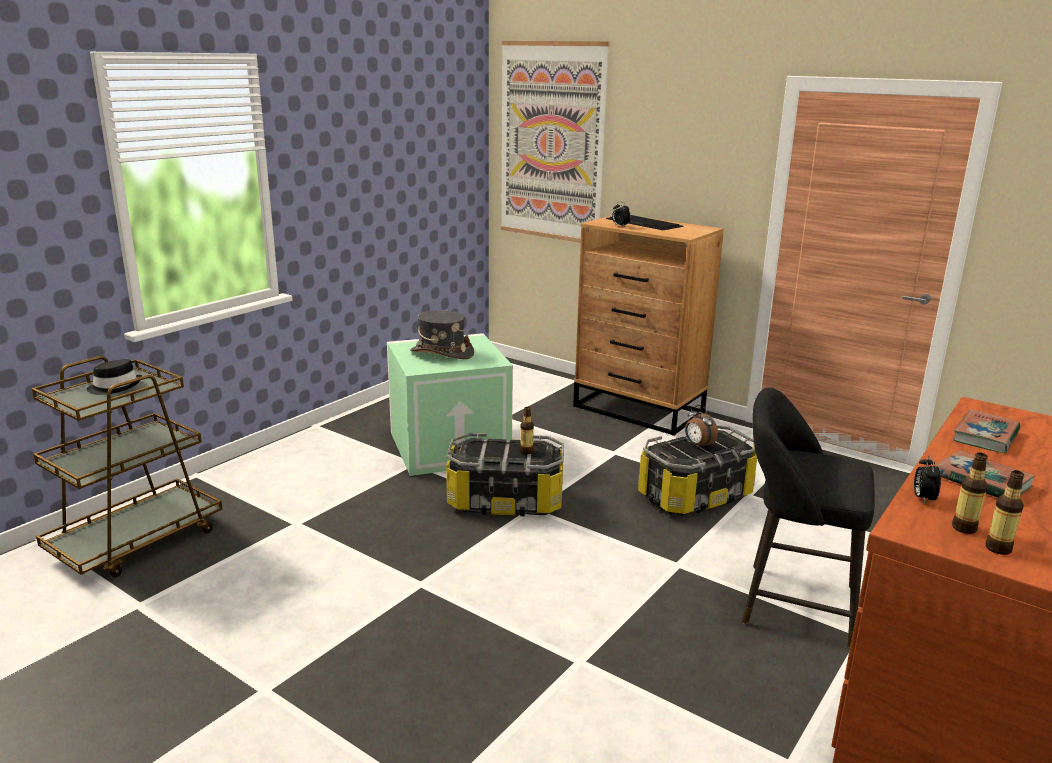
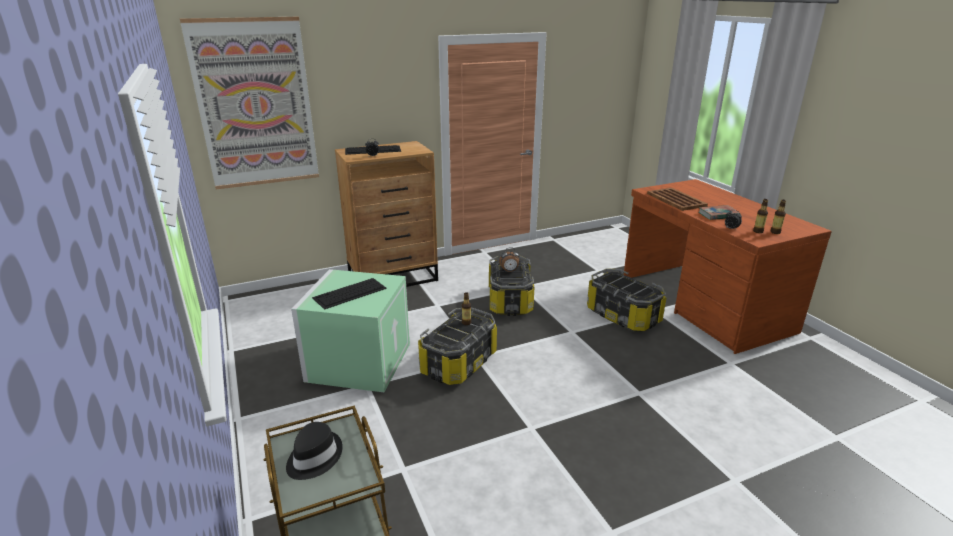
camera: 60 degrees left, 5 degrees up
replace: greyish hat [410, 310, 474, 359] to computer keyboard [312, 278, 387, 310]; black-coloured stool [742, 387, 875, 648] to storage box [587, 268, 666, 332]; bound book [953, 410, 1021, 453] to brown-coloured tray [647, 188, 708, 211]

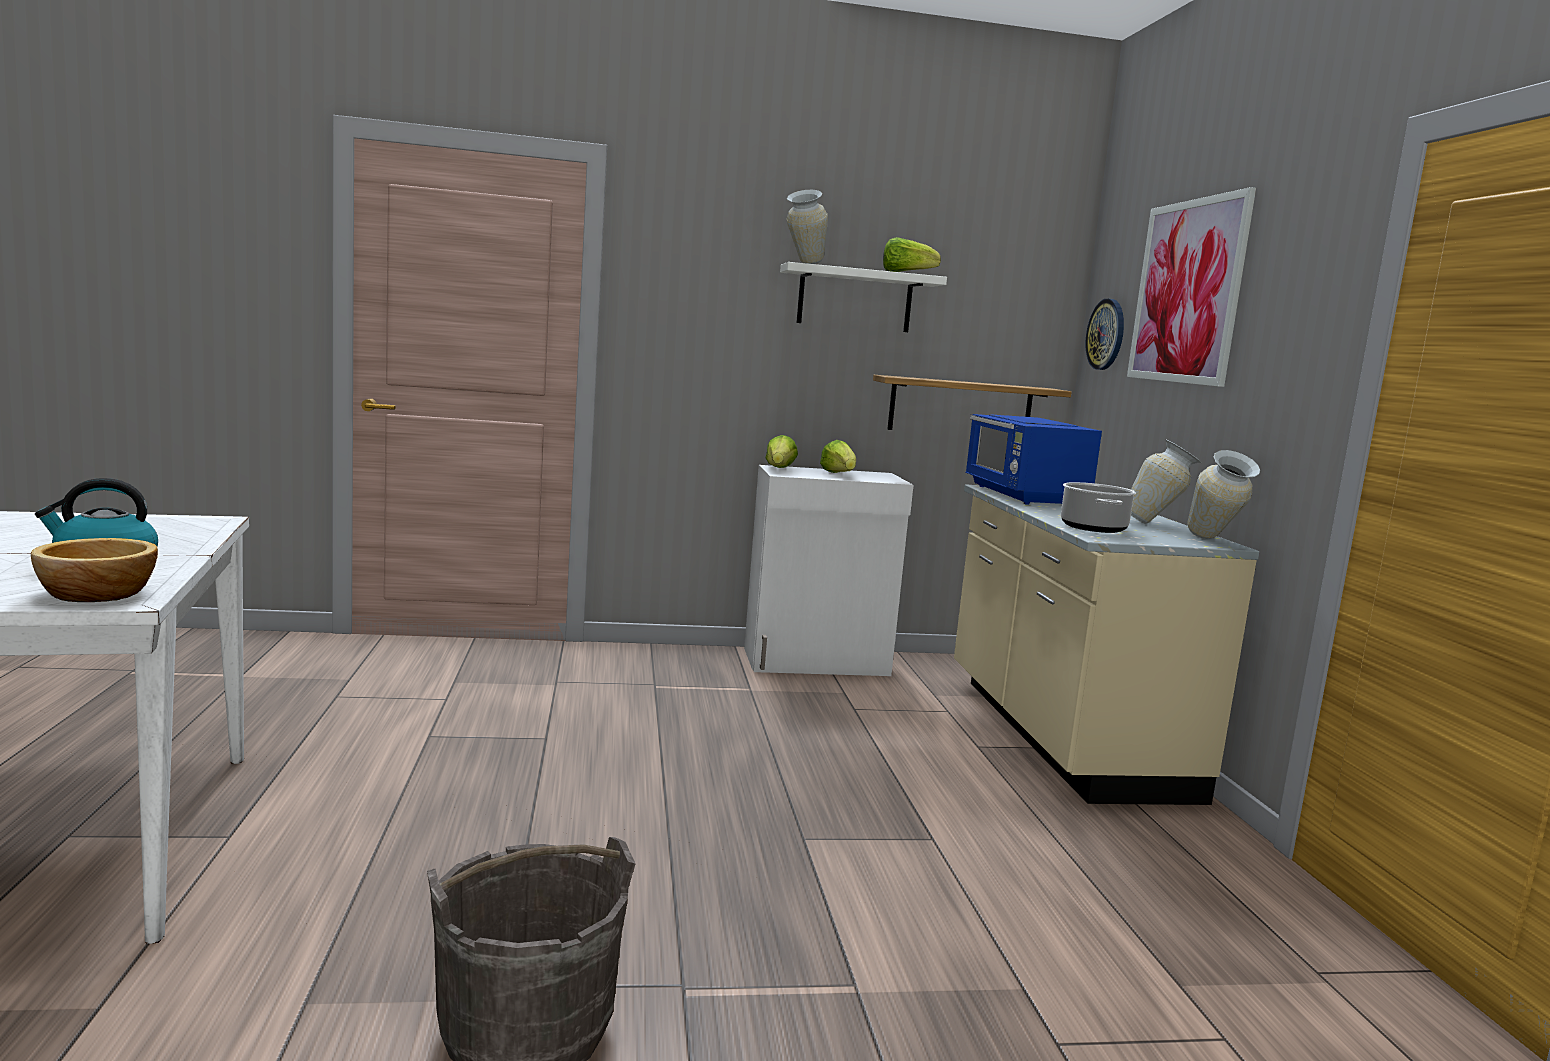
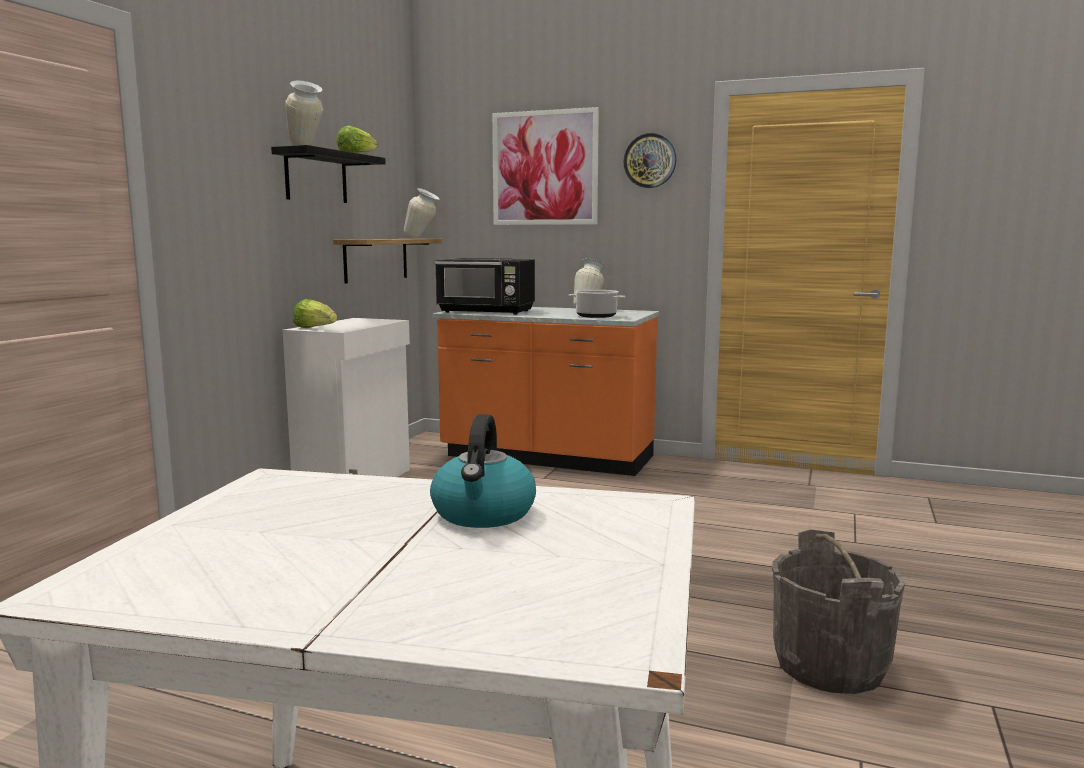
camera: 60 degrees left, 0 degrees up
delete: serving bowl [31, 538, 158, 602]; lettuce [820, 440, 856, 473]
move: clock on the wall [1086, 299, 1124, 370] to [623, 133, 676, 188]; flower vase [1187, 450, 1260, 539] to [404, 188, 440, 238]
recolor: whitish shelf [780, 262, 947, 332] to black-coloured shelf [271, 145, 386, 203]; sand-coloured kitchen counter [954, 484, 1259, 805] to orange kitchen counter [433, 307, 659, 476]; blue-coloured kitchen microwave [965, 414, 1102, 505] to black-coloured kitchen microwave [435, 258, 535, 315]

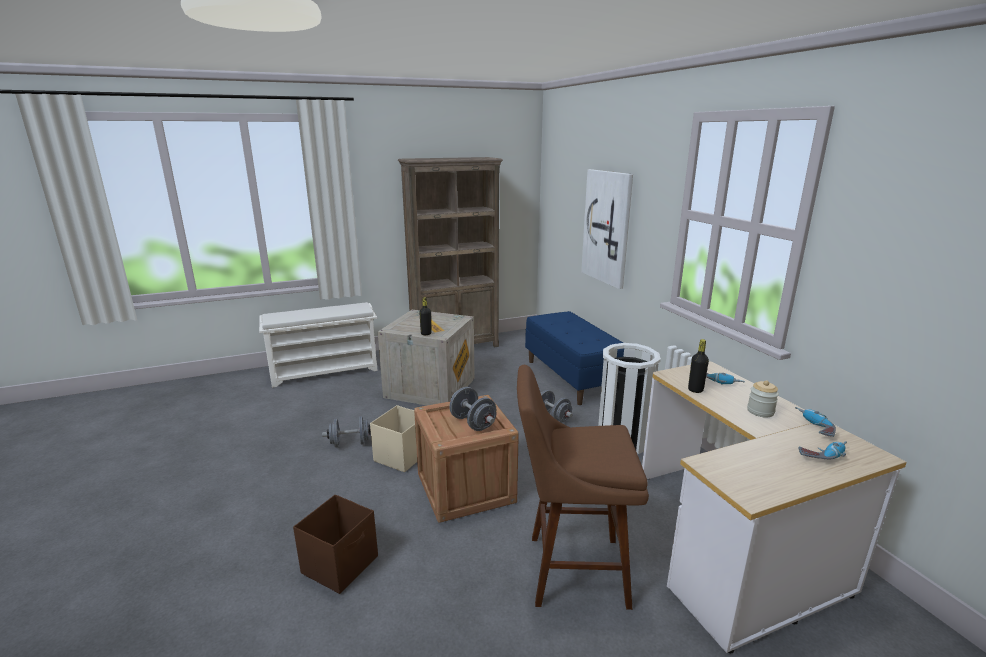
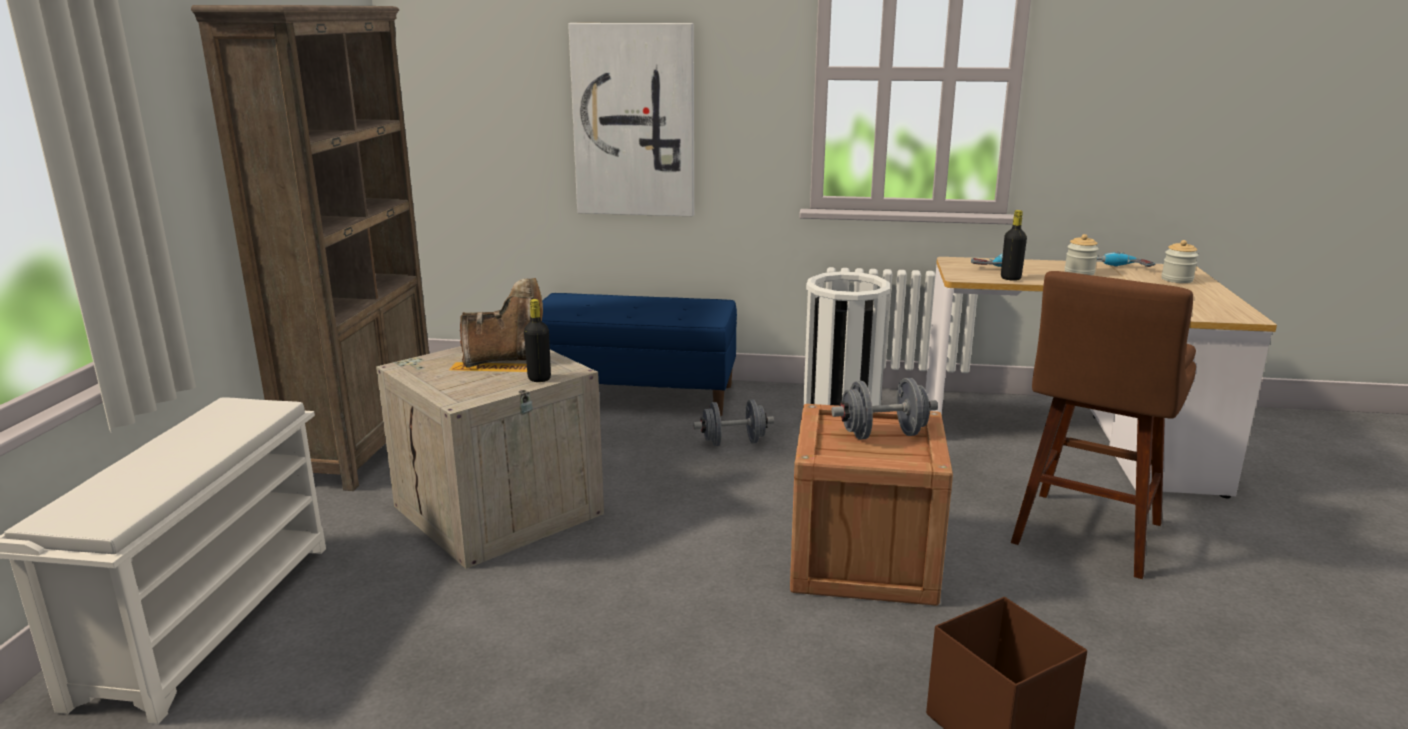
camera: 60 degrees left, 0 degrees up
delete: greyish dumbbell [322, 416, 371, 447]; sand-coloured storage box [370, 405, 417, 472]
insert: brown-coloured high-top boot [460, 278, 543, 367]
replace: electric drill [799, 441, 847, 459] to storage jar [1161, 240, 1199, 283]

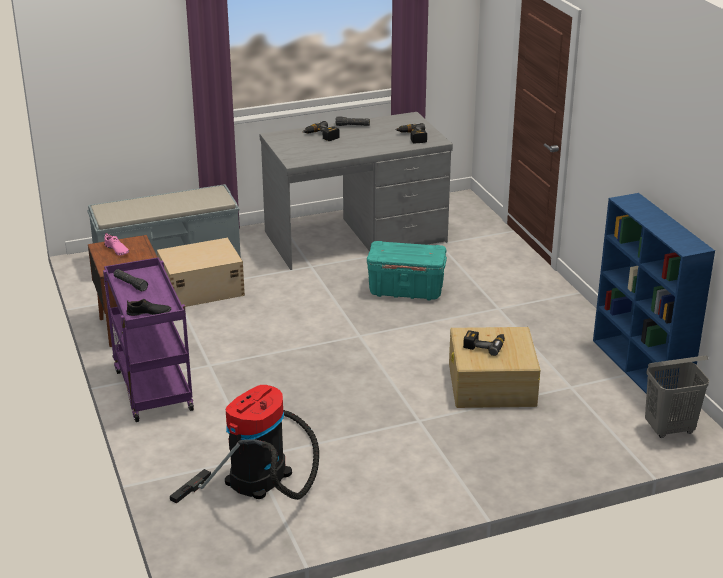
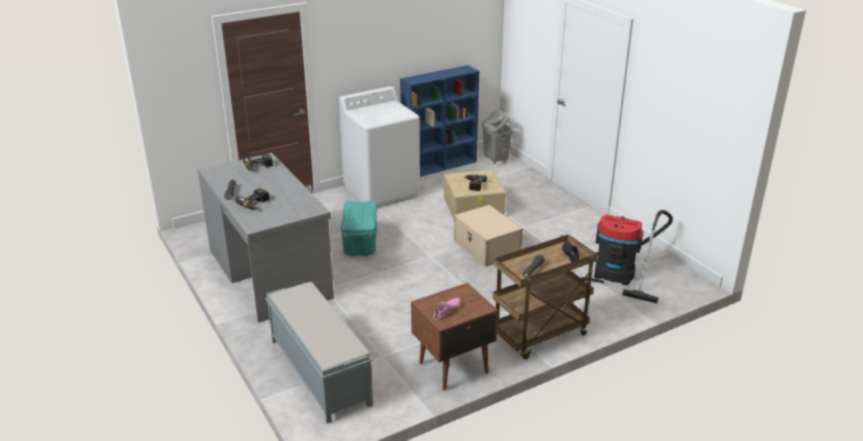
camera: 100 degrees left, 0 degrees up
insert: whitish washing machine [339, 86, 420, 208]
move: sand-coloured storage box [157, 238, 245, 307] to [454, 205, 523, 267]
recolor: purple cart [103, 257, 194, 422] to brown-coloured cart [493, 234, 597, 359]

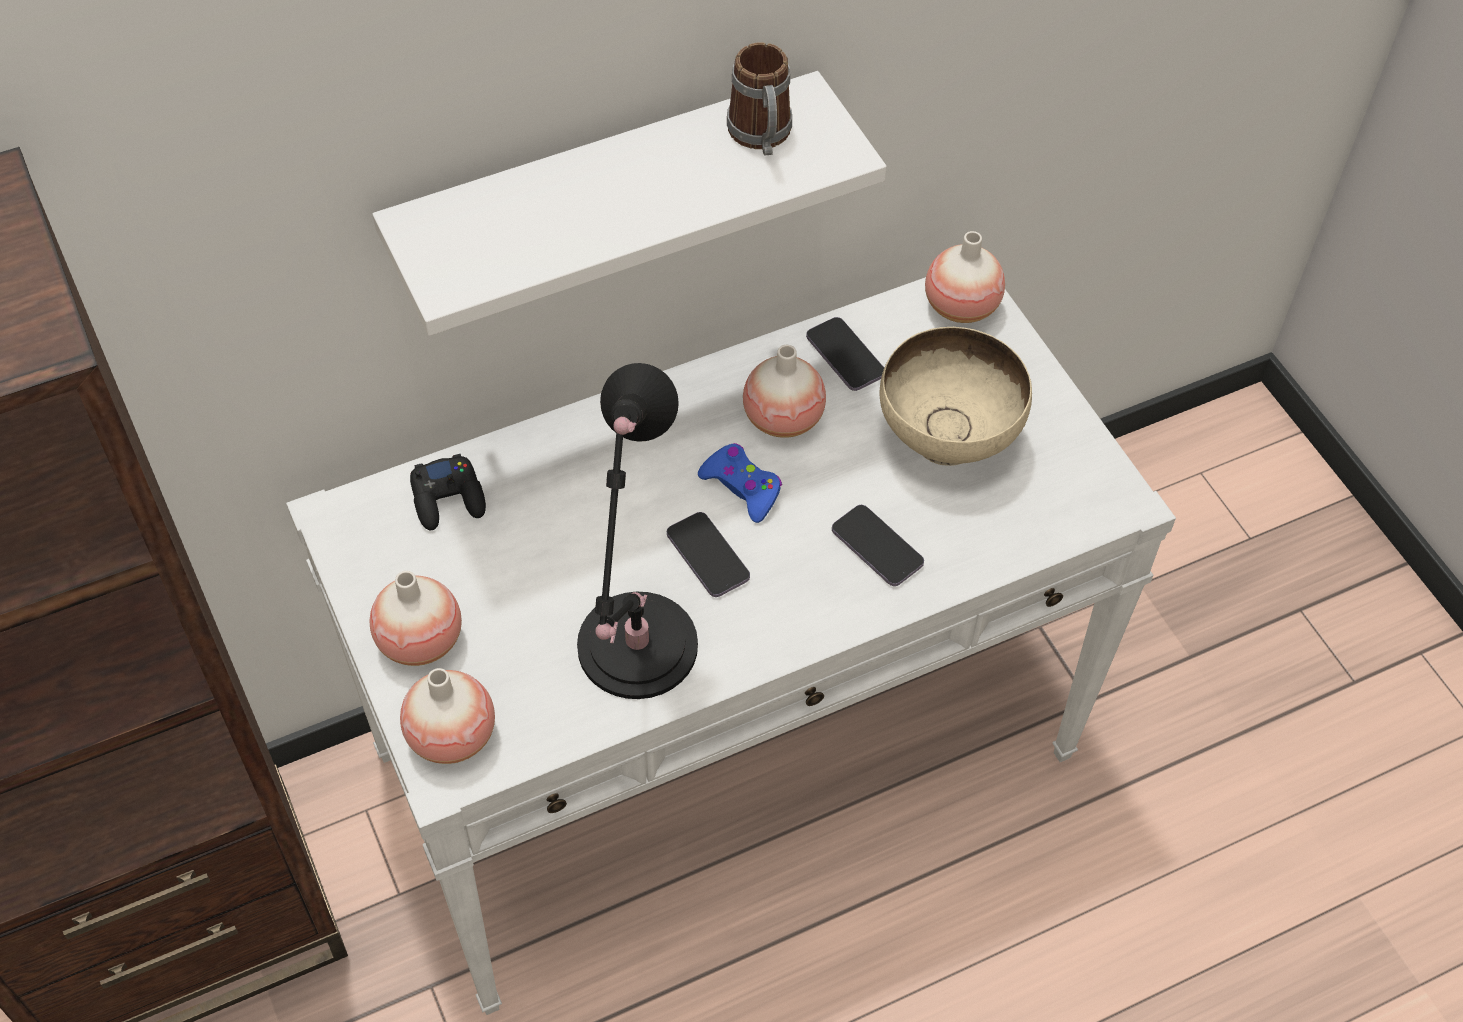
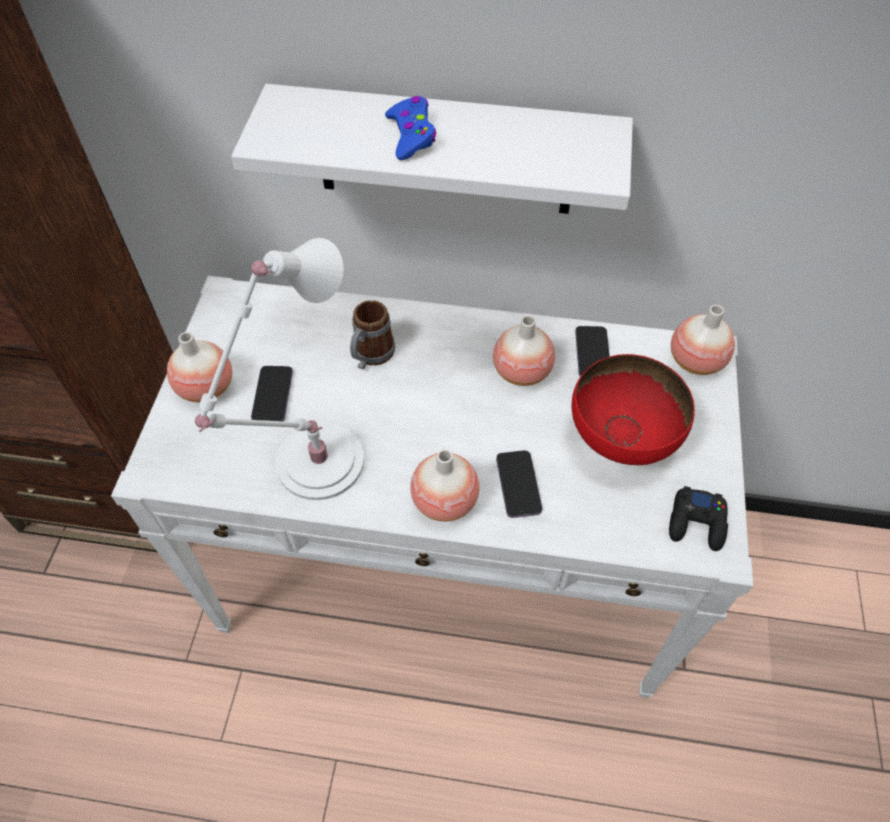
camera: 35 degrees right, 0 degrees up
move: flower vase [400, 668, 495, 764] to [410, 449, 480, 522]; black-coloured gamepad [410, 454, 486, 530] to [669, 486, 728, 551]; telephone [667, 512, 750, 597] to [251, 366, 293, 422]; blue-coloured gamepad [698, 443, 782, 523] to [385, 96, 436, 160]; mug [727, 42, 792, 156] to [350, 300, 395, 369]
recolor: black-coloured tabletop lamp [577, 363, 698, 699] to whitish tabletop lamp [195, 238, 364, 500]; sand-coloured serving bowl [880, 327, 1032, 466] to red-coloured serving bowl [571, 354, 695, 465]

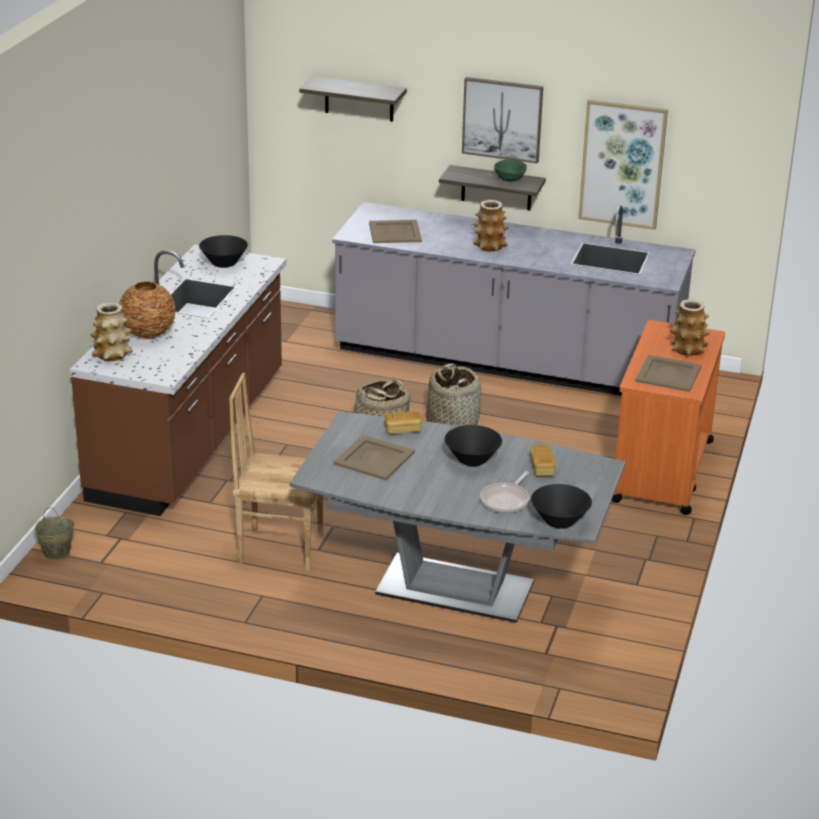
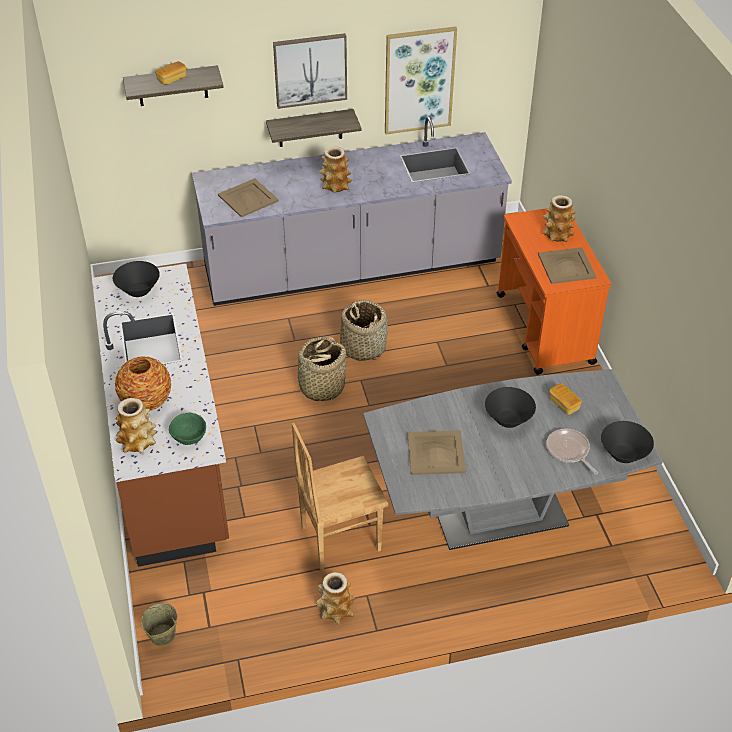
camera: 30 degrees left, 15 degrees up
insert: flower vase [316, 572, 355, 624]
move: bakery bread [384, 411, 422, 434] to [156, 61, 186, 85]; green serving bowl [494, 159, 527, 182] to [169, 413, 206, 445]
rotate: frying pan [480, 471, 529, 513] = [546, 429, 598, 475] 150 degrees clockwise

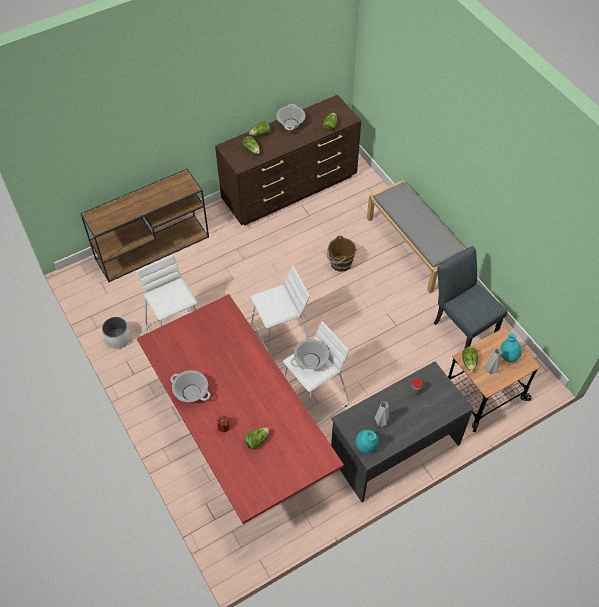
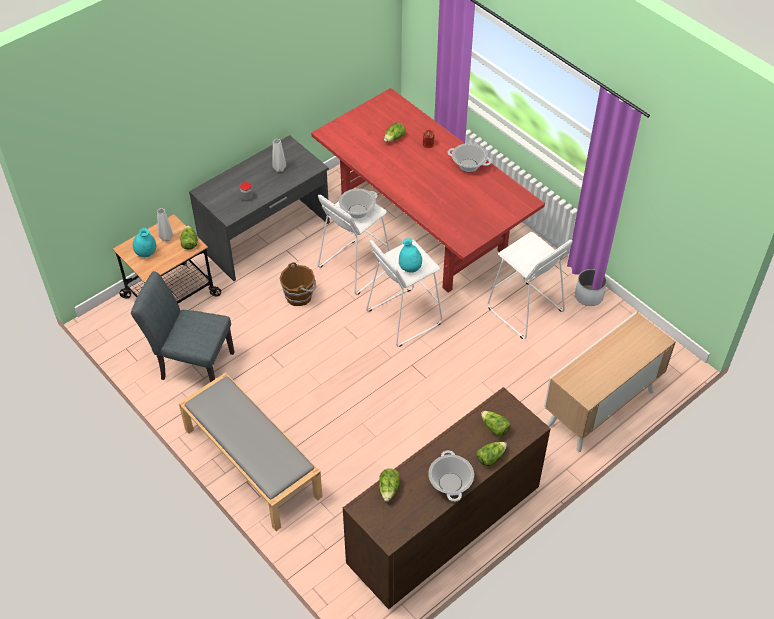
camera: 170 degrees right, 5 degrees down
move: brown-coloured bucket [327, 235, 357, 272] to [279, 262, 316, 306]; turquoise flower vase [356, 430, 379, 454] to [399, 238, 422, 273]
replace: brown-coloured narrow table [80, 169, 209, 282] to cupboard [544, 312, 675, 452]
rotate: greyish plain chair [434, 246, 508, 349] = [131, 271, 235, 382] 150 degrees clockwise

